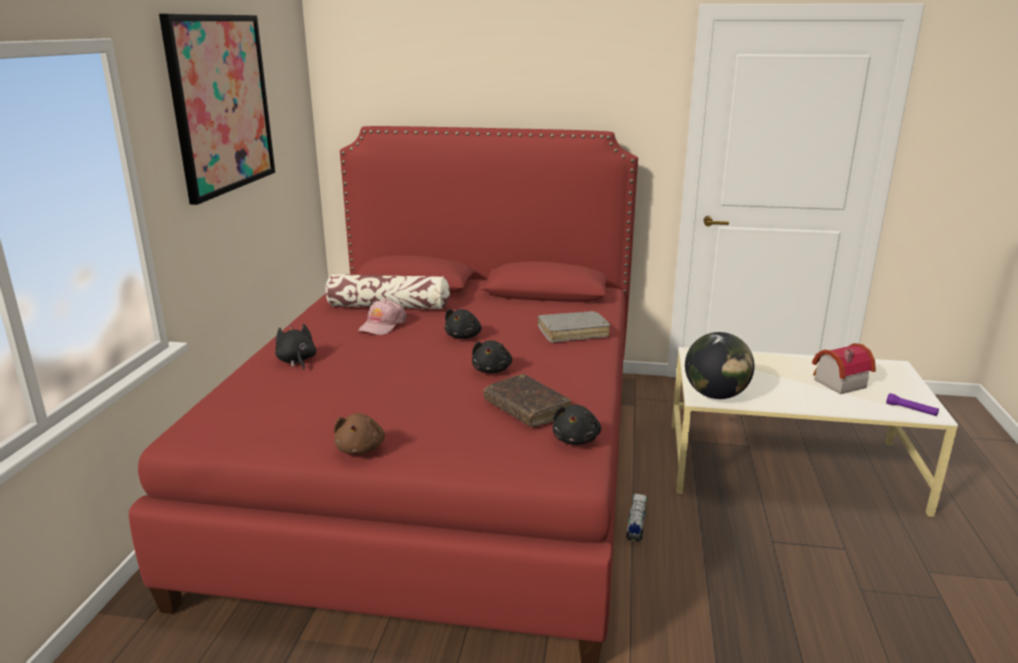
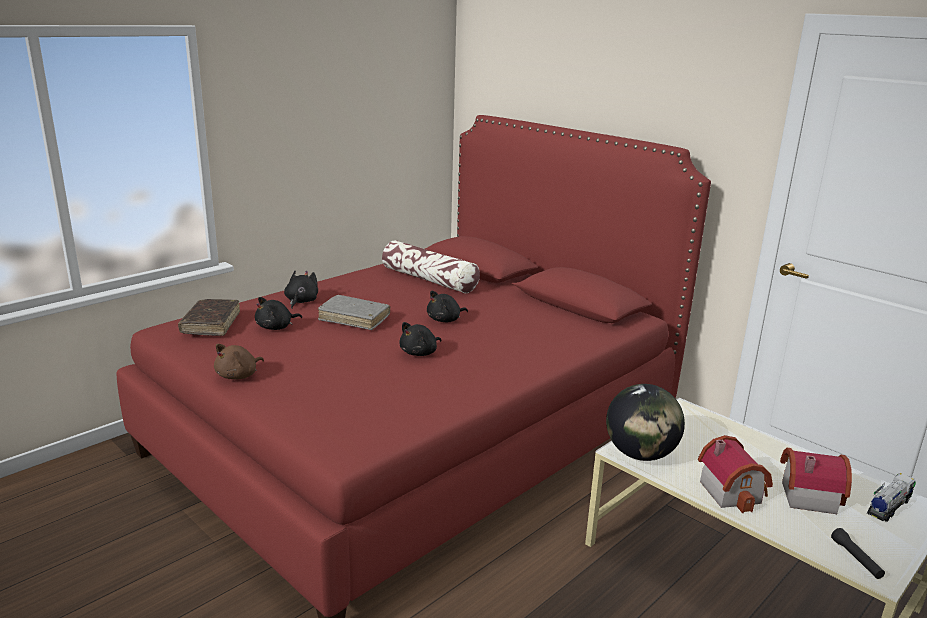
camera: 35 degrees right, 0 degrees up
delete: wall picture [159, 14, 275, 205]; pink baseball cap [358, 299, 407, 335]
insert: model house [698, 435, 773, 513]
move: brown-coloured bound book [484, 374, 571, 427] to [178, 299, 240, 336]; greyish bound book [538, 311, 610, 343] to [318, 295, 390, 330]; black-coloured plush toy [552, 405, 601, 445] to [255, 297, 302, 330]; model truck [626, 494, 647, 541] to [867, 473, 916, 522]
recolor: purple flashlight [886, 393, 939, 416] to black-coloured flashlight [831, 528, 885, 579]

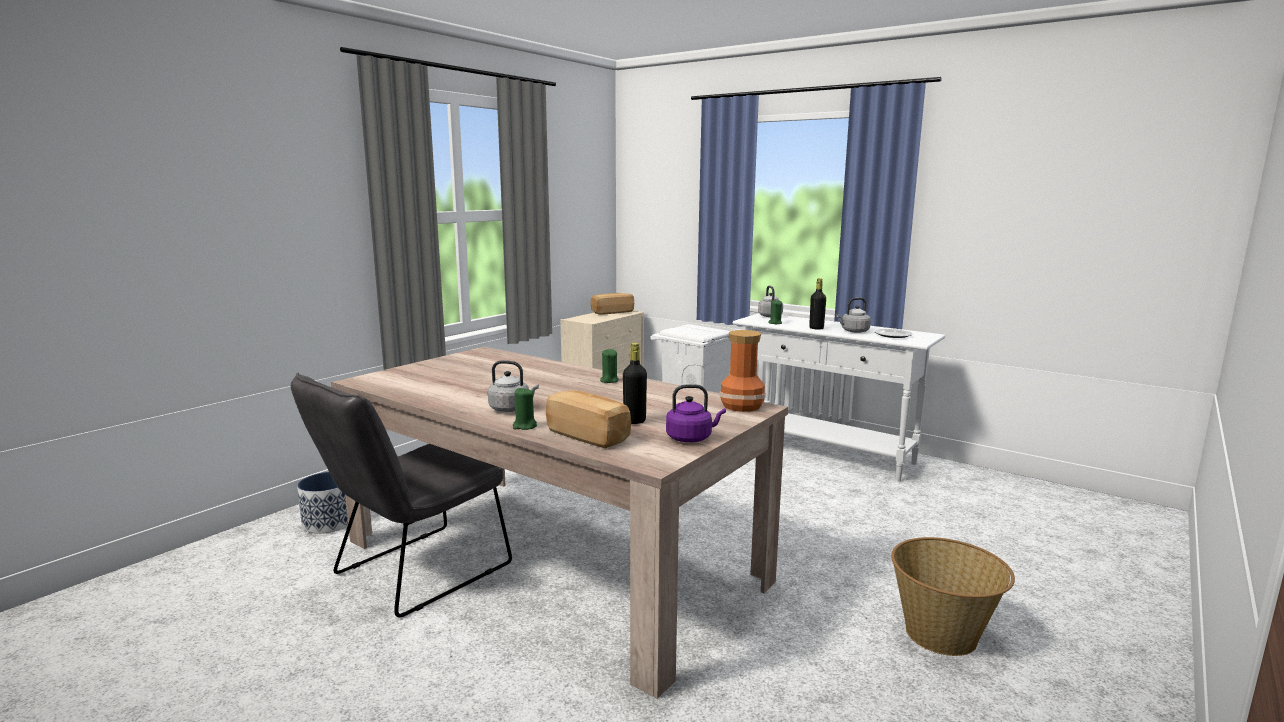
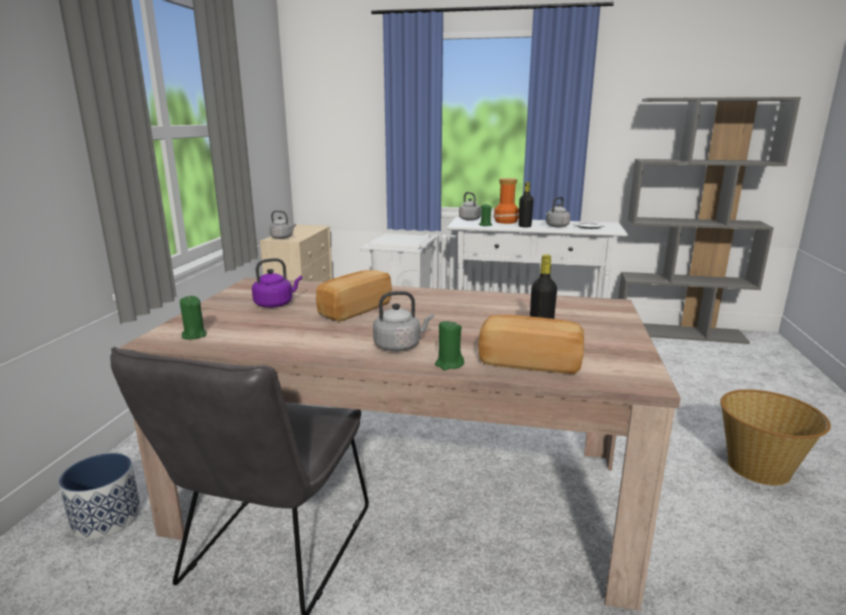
camera: 25 degrees left, 5 degrees up
insert: greyish tea kettle [269, 210, 296, 239]; greyish shelving unit [618, 97, 801, 344]
move: bakery bread [591, 293, 634, 315] to [316, 270, 392, 322]; green wax light [600, 349, 619, 383] to [180, 296, 207, 340]; purple tea kettle [666, 384, 726, 442] to [252, 258, 302, 308]; flower vase [719, 330, 766, 412] to [493, 178, 519, 224]

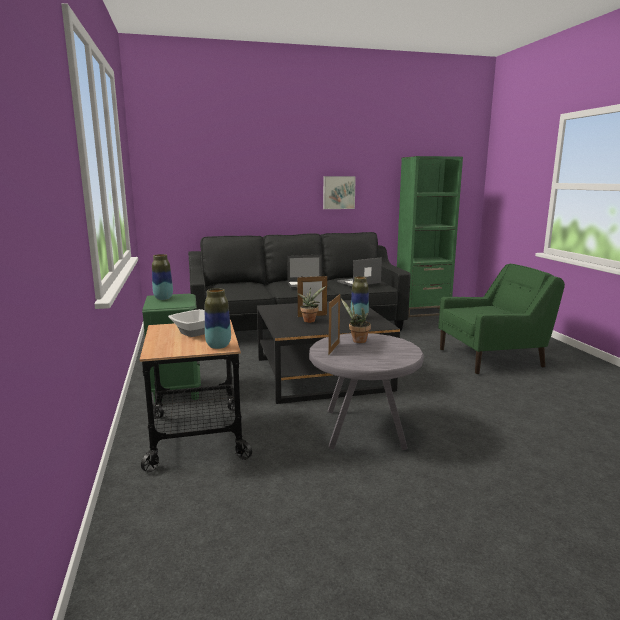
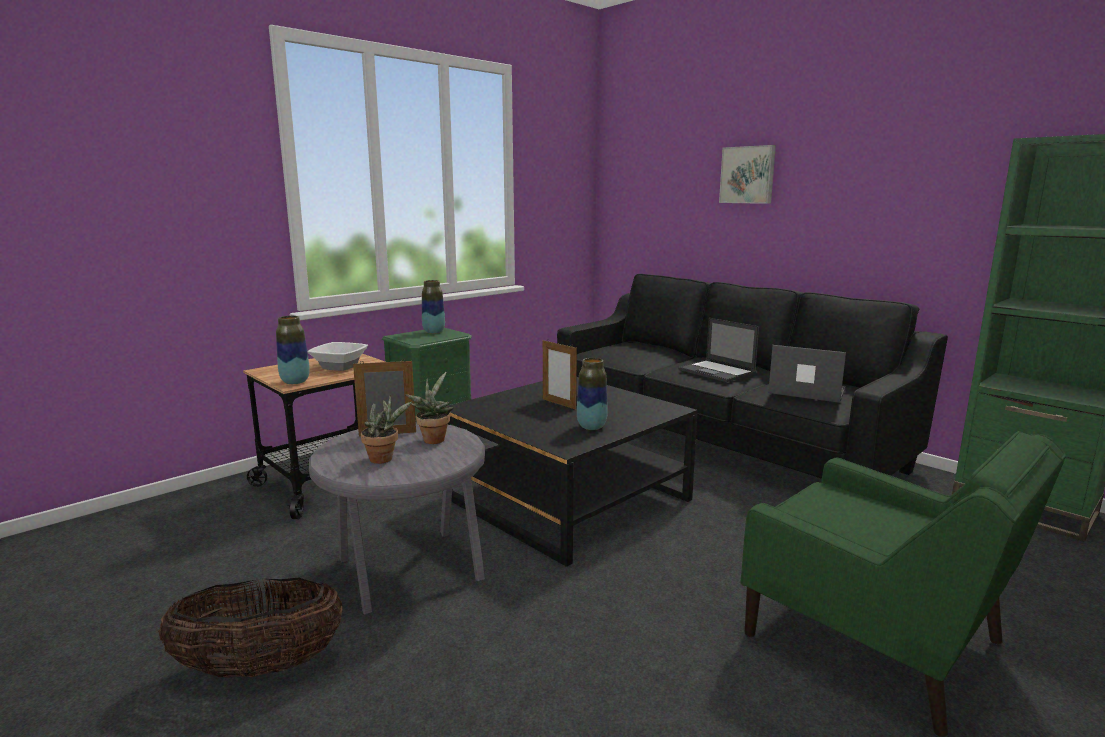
camera: 60 degrees right, 0 degrees up
insert: household basket [158, 578, 342, 677]
move: plant in a pot [297, 286, 326, 323] to [361, 395, 412, 464]; wall picture [323, 176, 356, 209] to [719, 145, 776, 204]

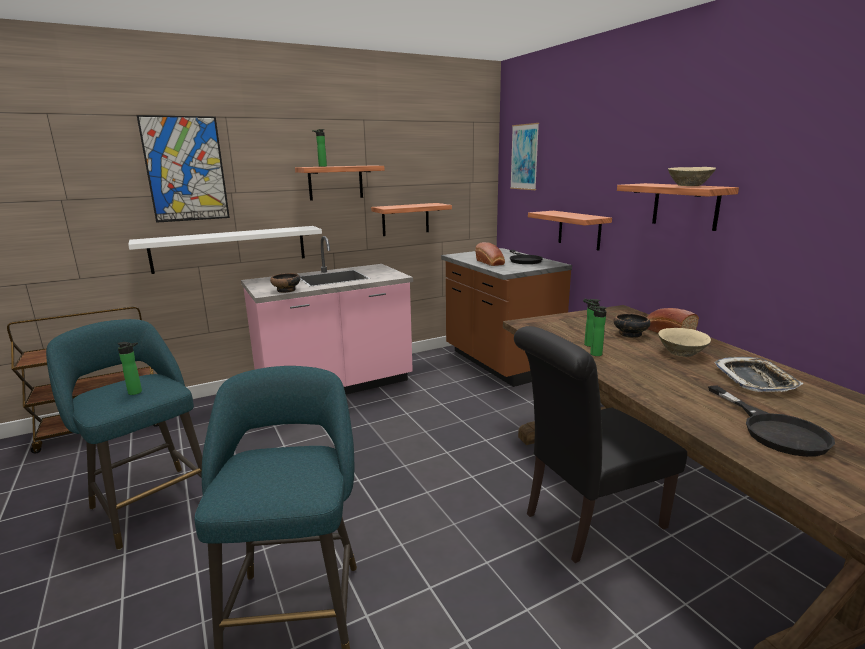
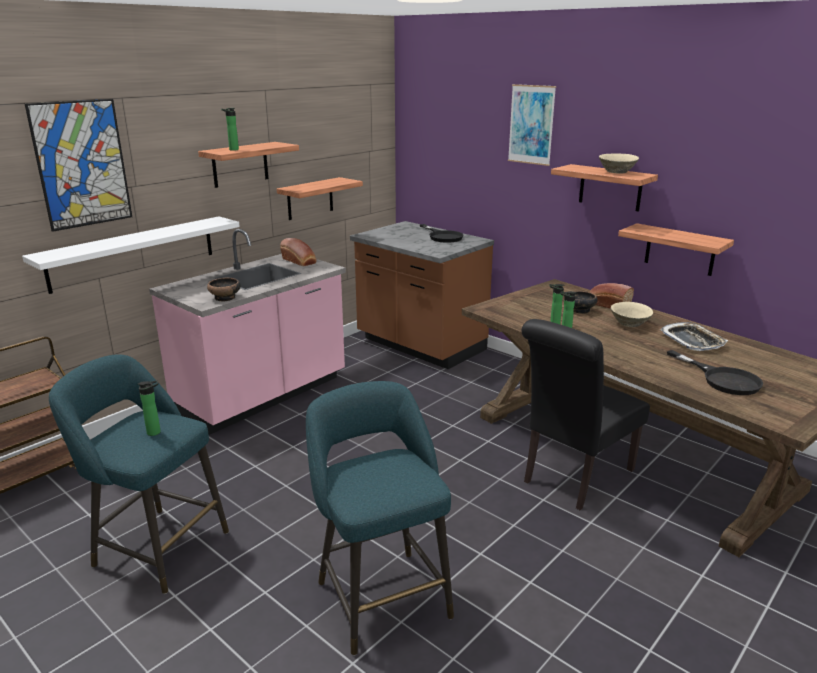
camera: 20 degrees left, 5 degrees up
move: bakery bread [475, 242, 505, 266] to [280, 238, 317, 266]; wall picture [510, 123, 539, 190] to [508, 84, 556, 166]; shelf [528, 211, 612, 251] to [618, 223, 734, 276]

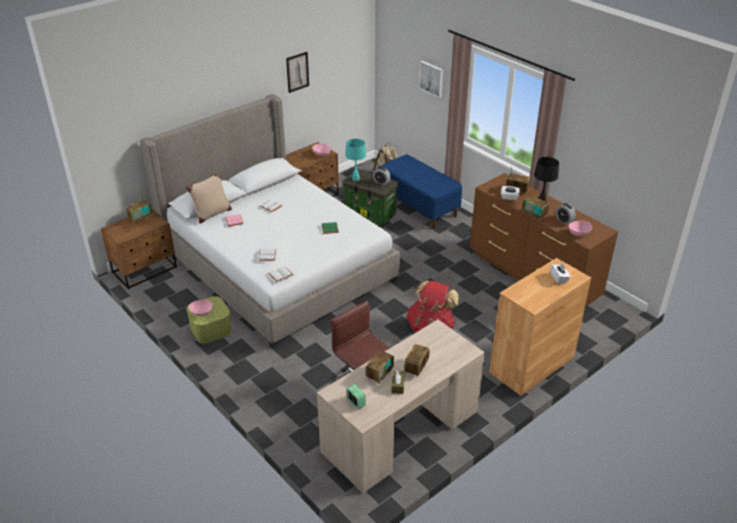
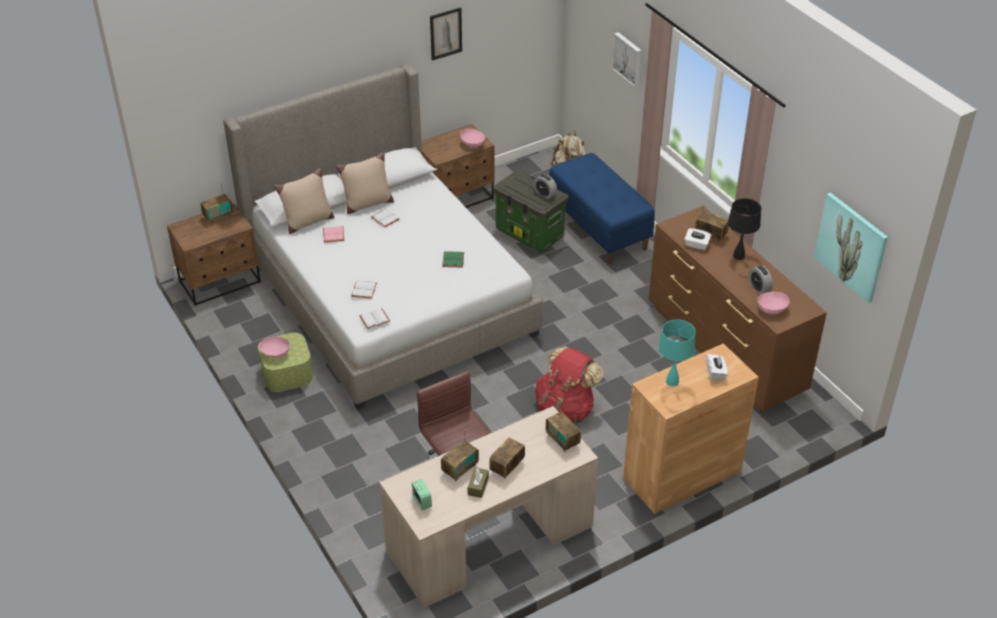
camera: 10 degrees right, 5 degrees up
insert: sand-coloured pillow [336, 153, 394, 214]; wall picture [814, 192, 888, 303]
move: turquoise tabletop lamp [345, 139, 366, 181] to [658, 320, 695, 386]; radio [523, 194, 549, 220] to [546, 412, 581, 452]

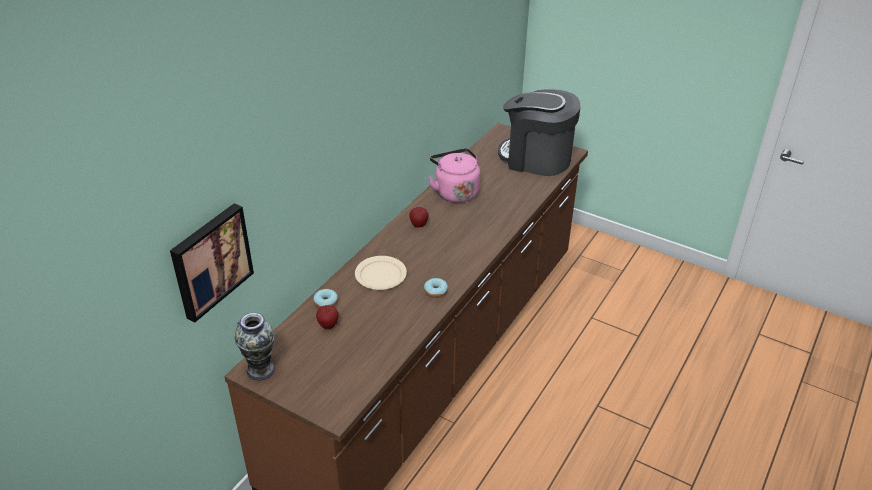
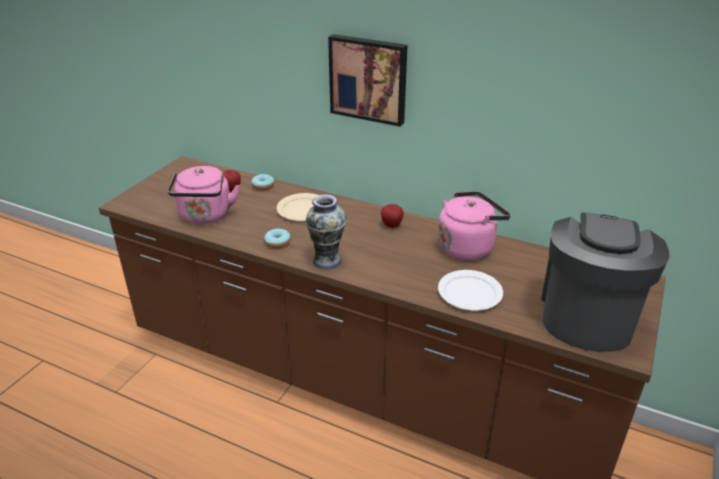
camera: 85 degrees right, 5 degrees down
insert: pink tea kettle [168, 166, 240, 224]; whitish plate [438, 270, 503, 310]
move: wall picture [170, 203, 254, 323] to [328, 34, 407, 127]; flower vase [235, 313, 275, 380] to [305, 194, 347, 270]

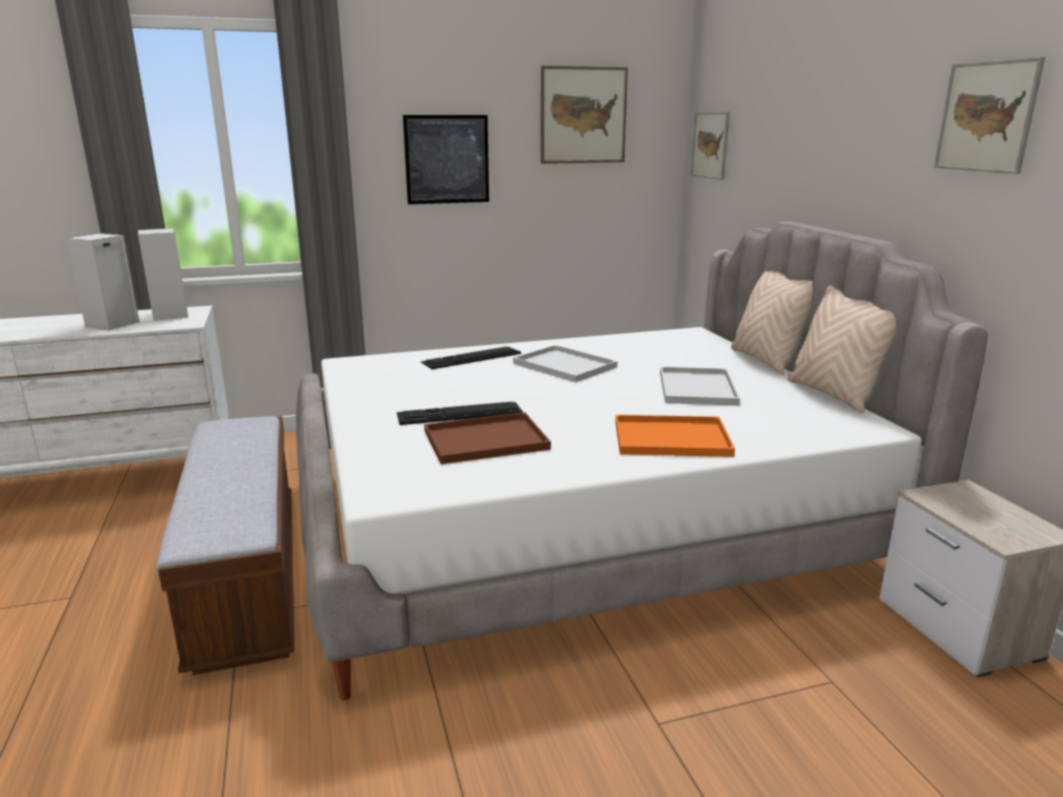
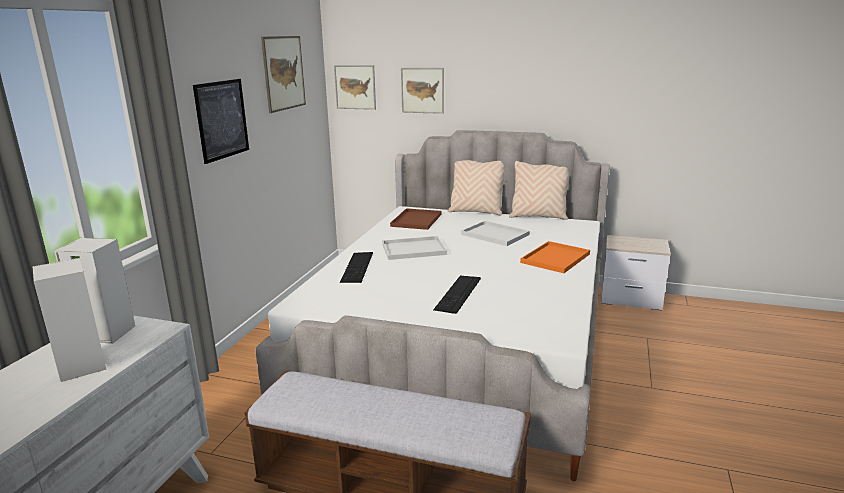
camera: 55 degrees left, 0 degrees up
move: brown-coloured tray [424, 412, 551, 464] to [390, 208, 441, 230]; wall picture [934, 57, 1045, 174] to [401, 68, 444, 114]

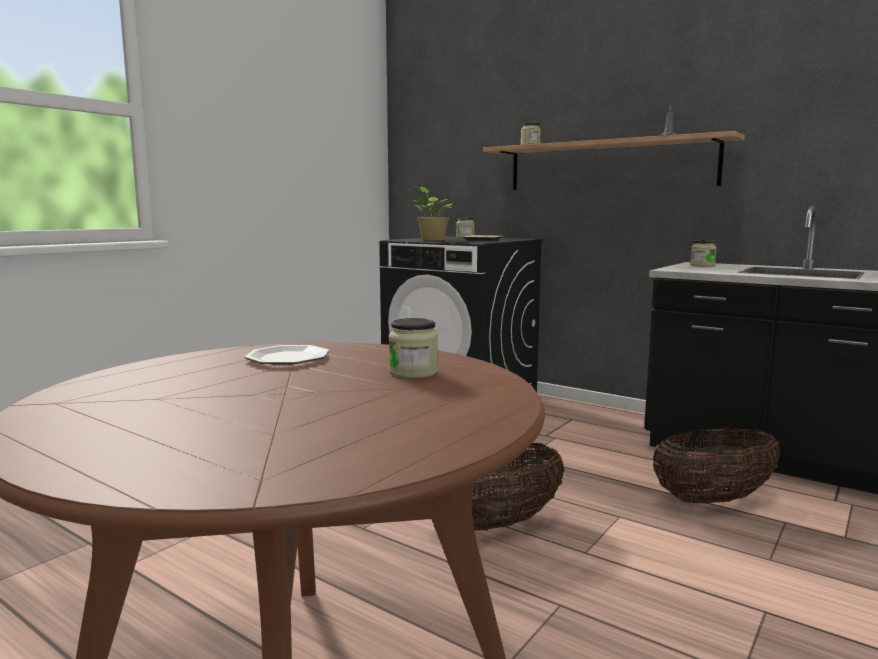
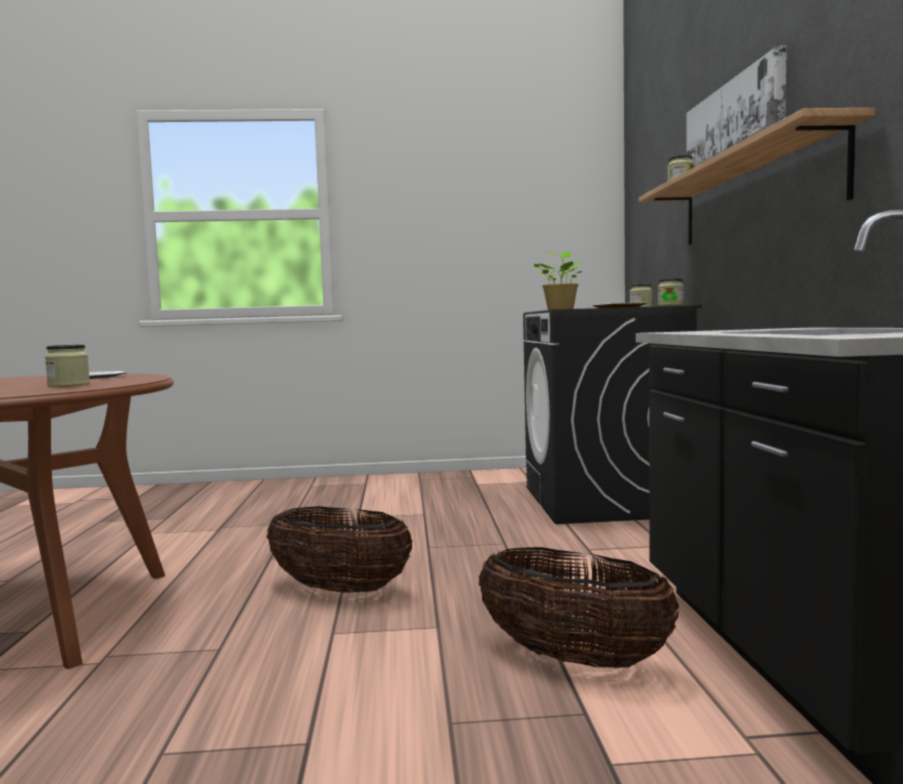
camera: 50 degrees right, 5 degrees down
insert: wall picture [686, 45, 787, 167]
move: storage jar [690, 240, 717, 267] to [658, 278, 684, 306]

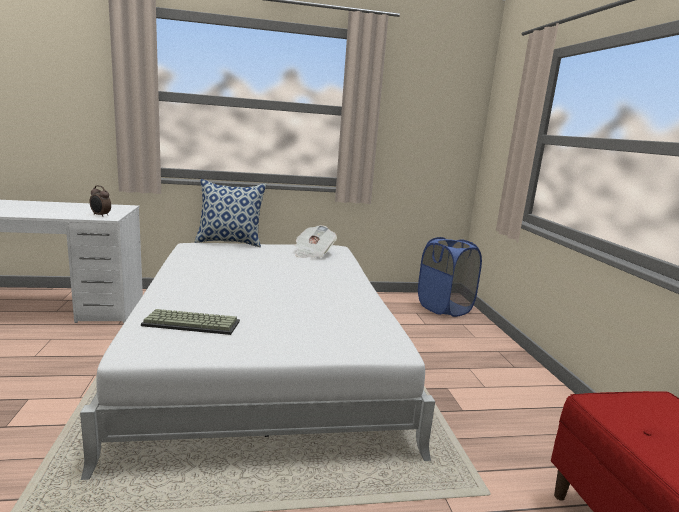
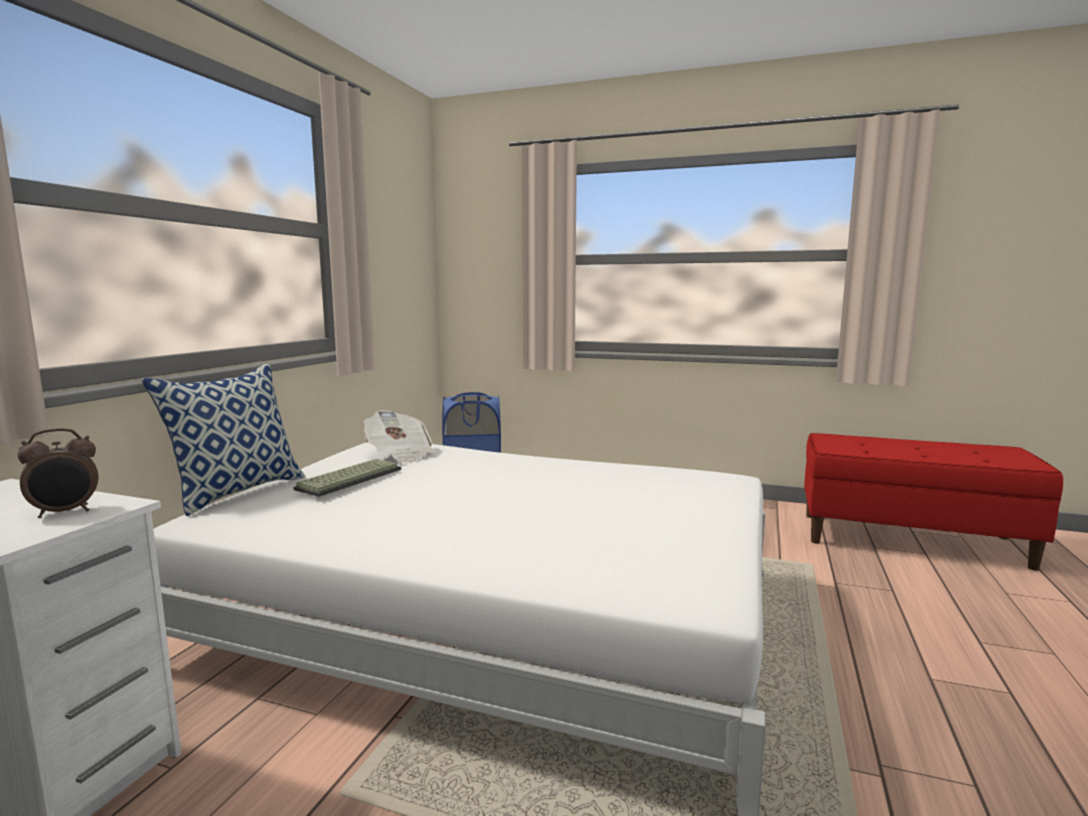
camera: 60 degrees left, 5 degrees down
move: computer keyboard [141, 309, 240, 335] to [293, 459, 401, 497]

